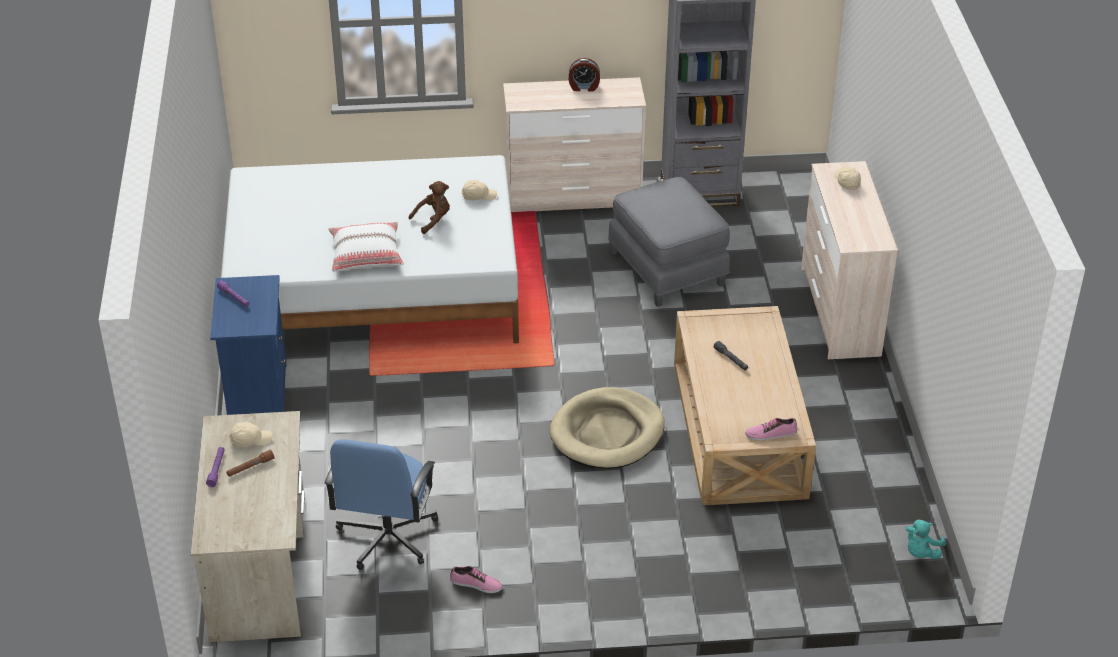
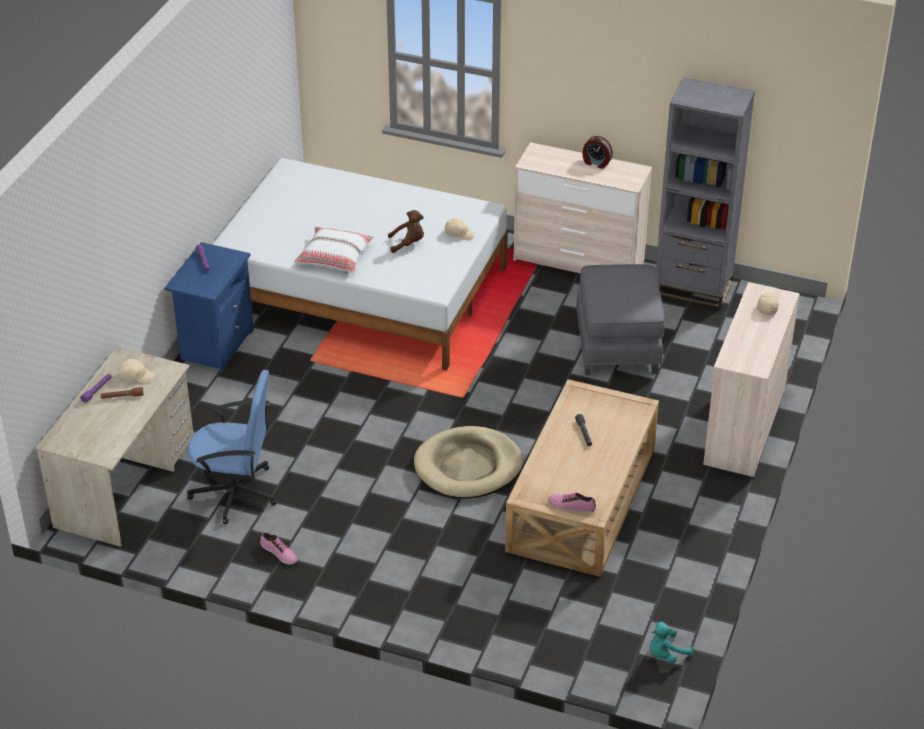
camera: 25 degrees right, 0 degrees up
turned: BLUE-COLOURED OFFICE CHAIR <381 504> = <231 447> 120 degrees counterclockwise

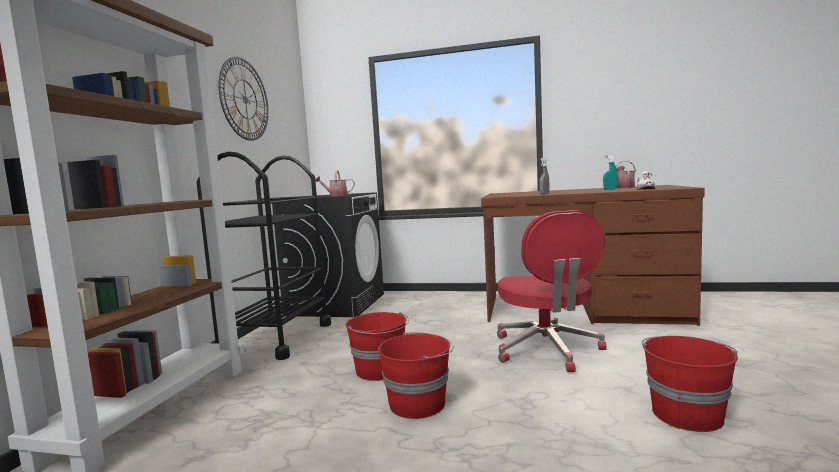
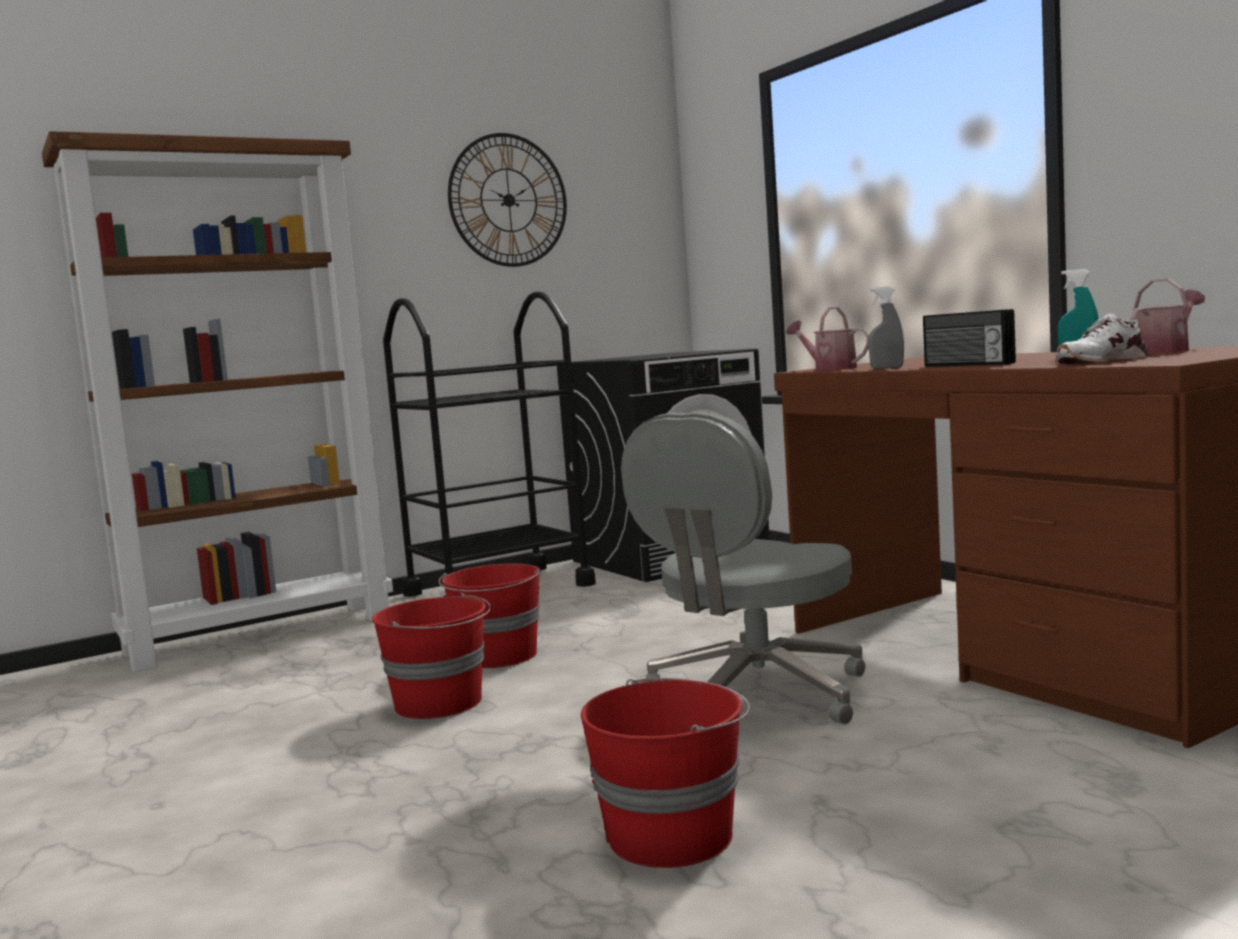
camera: 45 degrees right, 0 degrees up
added: RADIO RECEIVER <969 338>
moved: SPRINKLING CAN <335 183> to <827 338>
recoloured: RED-COLOURED OFFICE CHAIR <551 291> to GREYISH OFFICE CHAIR <743 568>

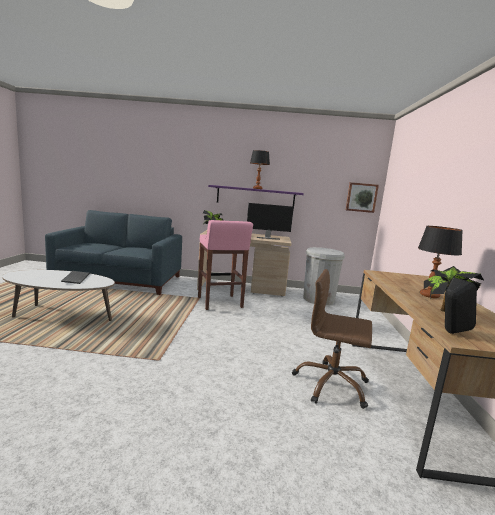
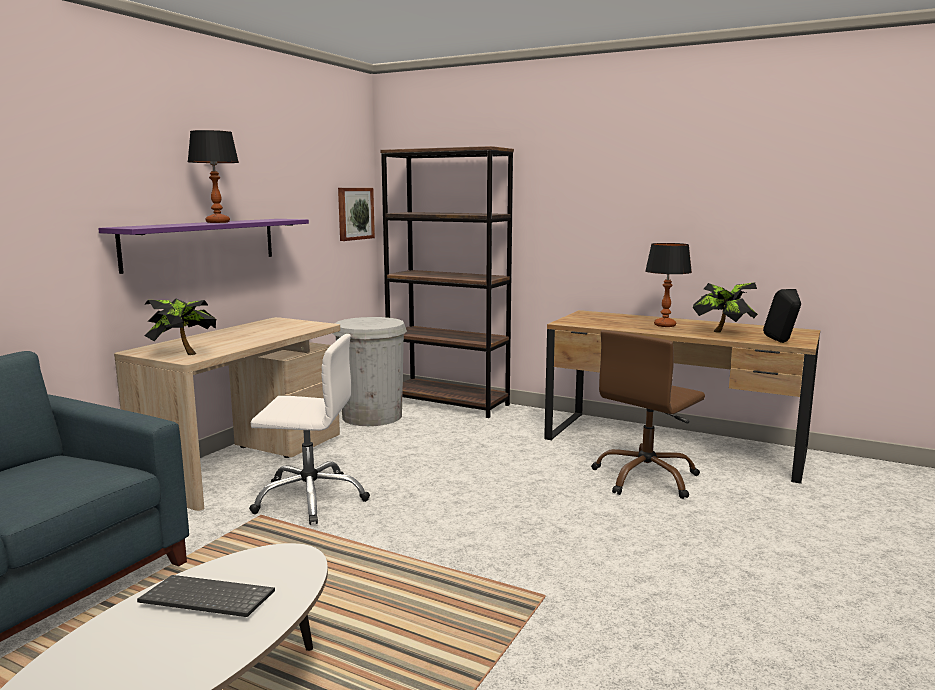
camera: 65 degrees left, 0 degrees up
removed: MONITOR <270 221>
added: BROWN-COLOURED BOOKCASE <447 282>
replaced: PINK-COLOURED STOOL SEAT <225 265> to WHITISH OFFICE CHAIR <309 429>

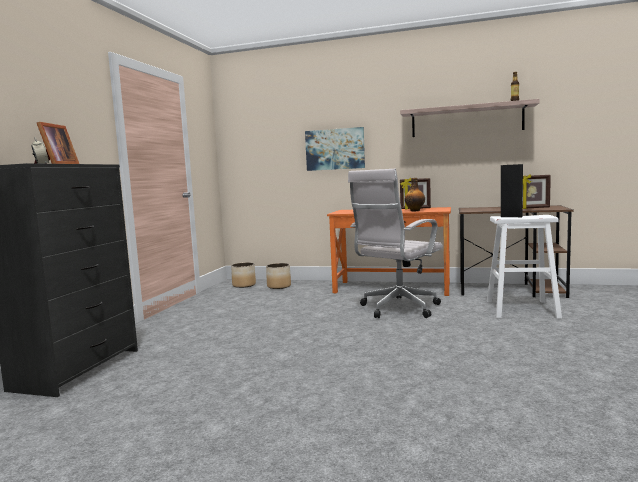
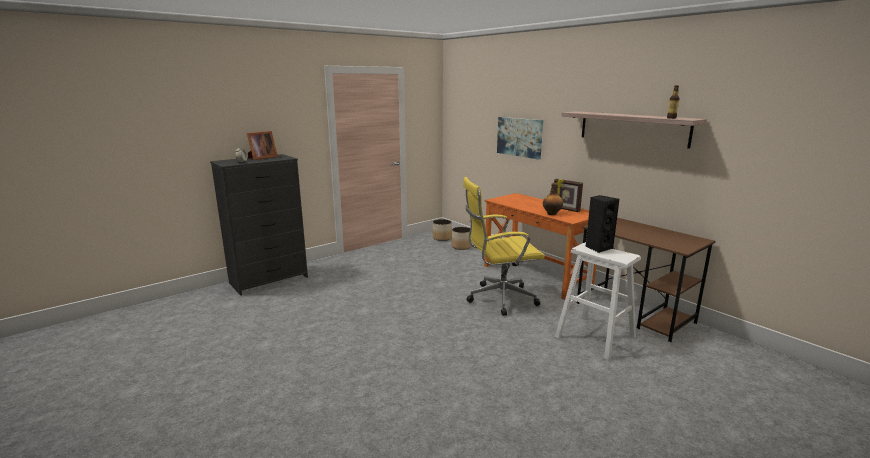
camera: 35 degrees right, 10 degrees up
removed: PHOTO FRAME <536 191>
recoloured: WHITISH OFFICE CHAIR <395 243> to YELLOWISH OFFICE CHAIR <504 246>

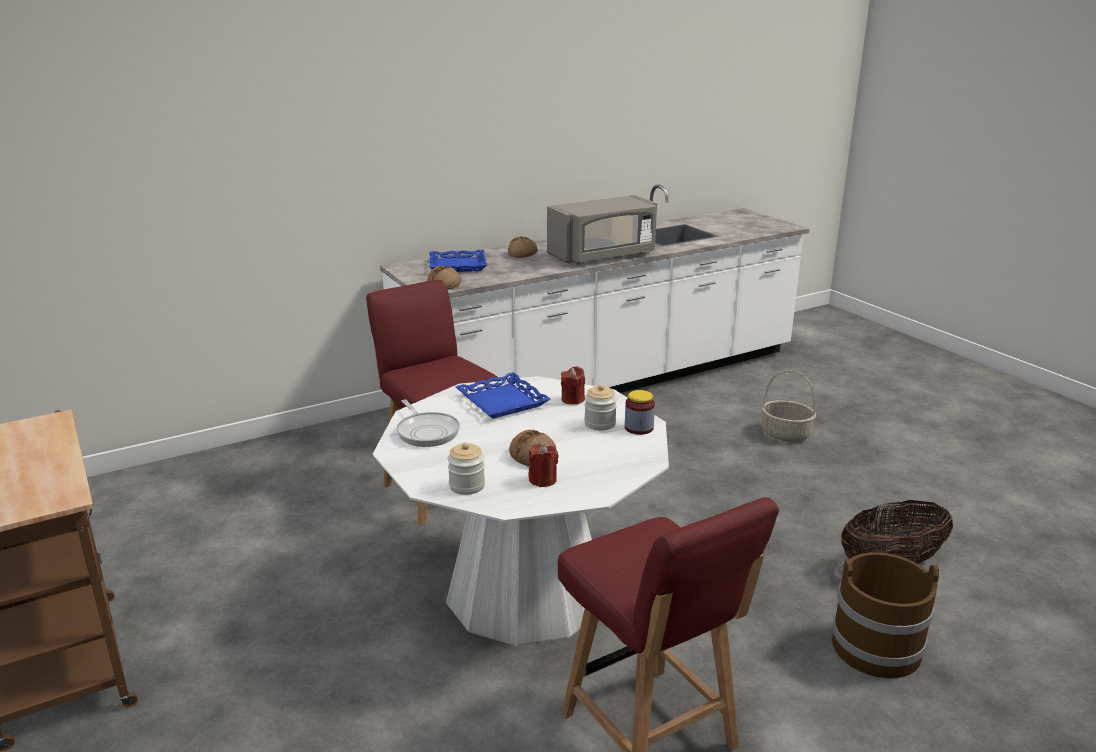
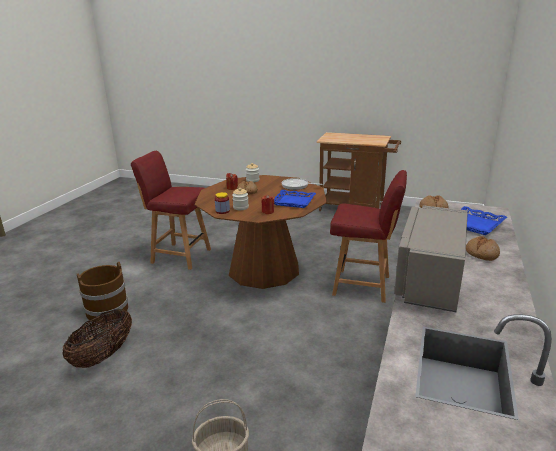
camera: 140 degrees right, 0 degrees up
recoloured: WHITISH KITCHEN TABLE <521 511> to BROWN-COLOURED KITCHEN TABLE <261 232>

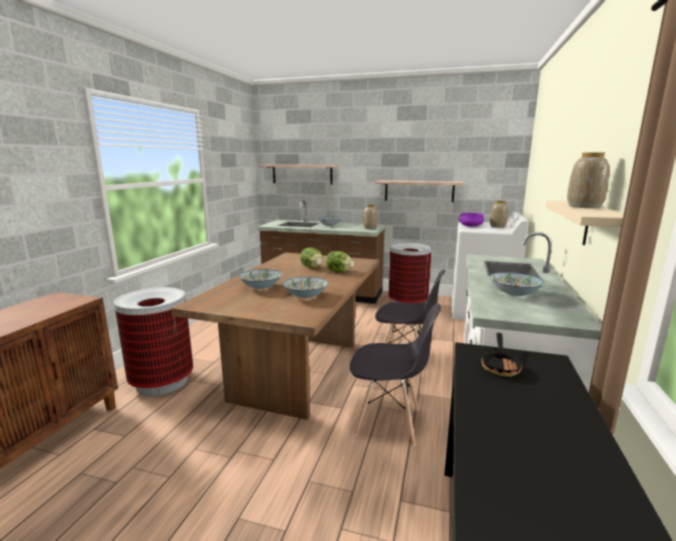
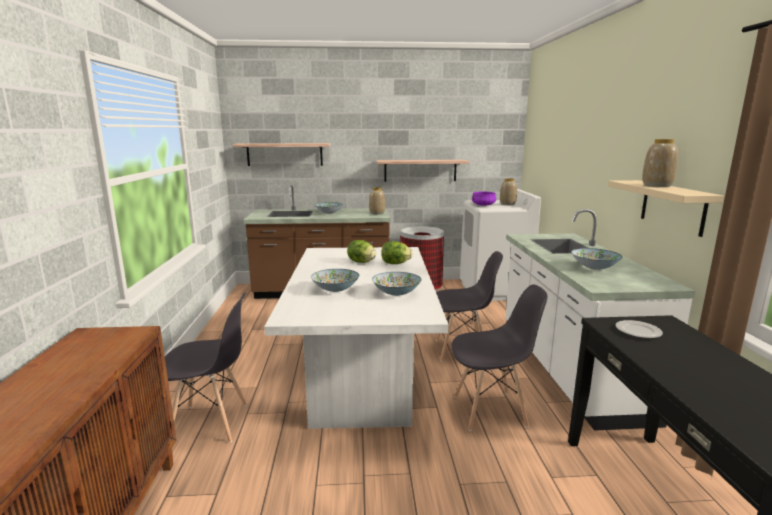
camera: 20 degrees left, 0 degrees up
replaced: WASTE BIN <153 341> to GREYISH PLAIN CHAIR <206 367>; PAN <502 355> to PLATE <639 329>
recoloured: BROWN-COLOURED KITCHEN TABLE <275 336> to WHITISH KITCHEN TABLE <356 338>

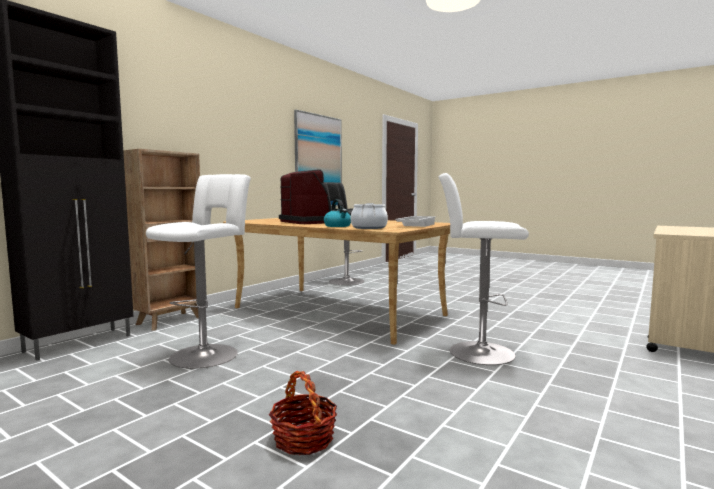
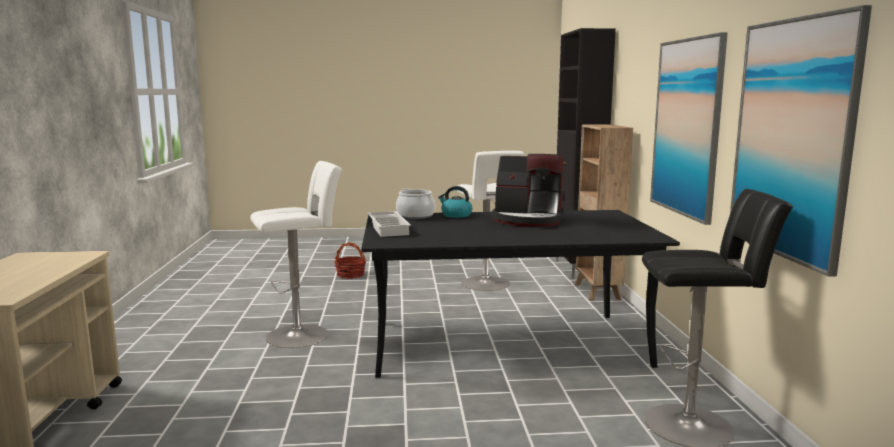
camera: 140 degrees right, 5 degrees up
added: WALL PICTURE <689 128>
recoloured: BEIGE KITCHEN TABLE <336 281> to BLACK-COLOURED KITCHEN TABLE <520 294>

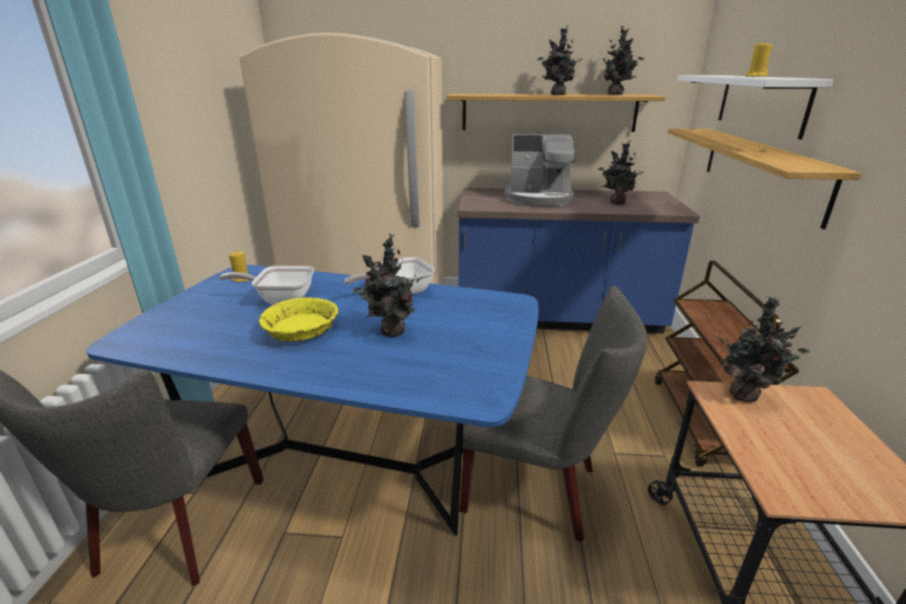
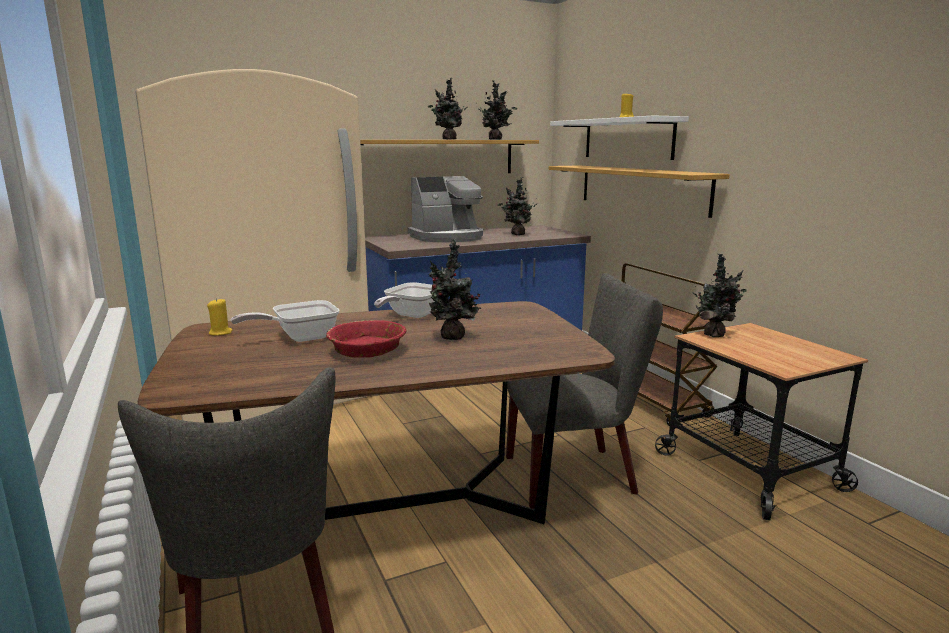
camera: 30 degrees left, 10 degrees down
recoloured: BLUE-COLOURED KITCHEN TABLE <313 400> to BROWN-COLOURED KITCHEN TABLE <376 412>; YELLOWISH BOWL <298 319> to RED-COLOURED BOWL <366 339>

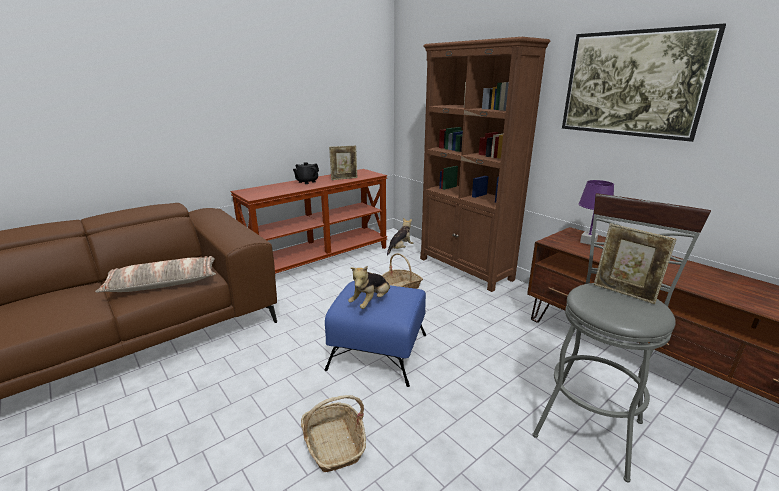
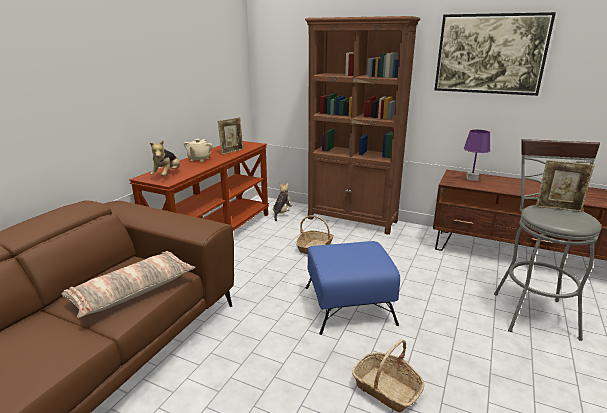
camera: 25 degrees left, 0 degrees up
moved: CUDDLY TOY <369 287> to <165 158>
recoloured: BLACK-COLOURED TEAPOT <306 173> to BEIGE TEAPOT <198 150>

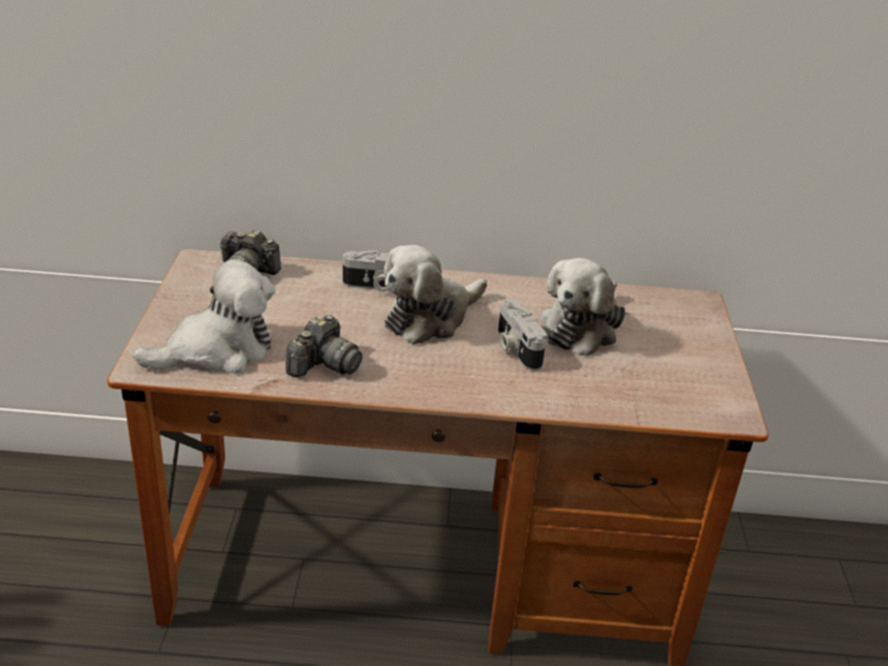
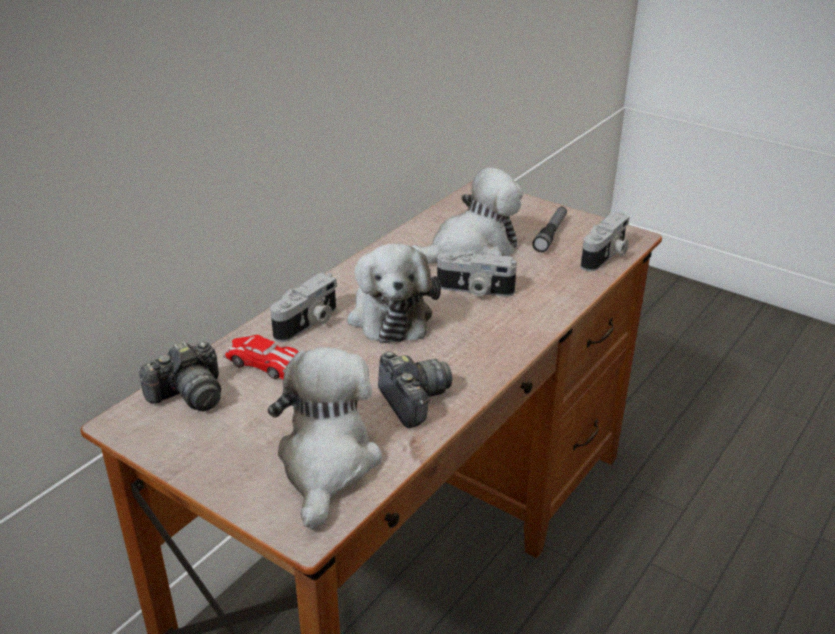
camera: 55 degrees left, 0 degrees up
added: TORCH <549 229>; STILL CAMERA <605 241>; MINIATURE CAR <261 357>
turned: CUDDLY TOY <583 307> = <467 215> 90 degrees counterclockwise

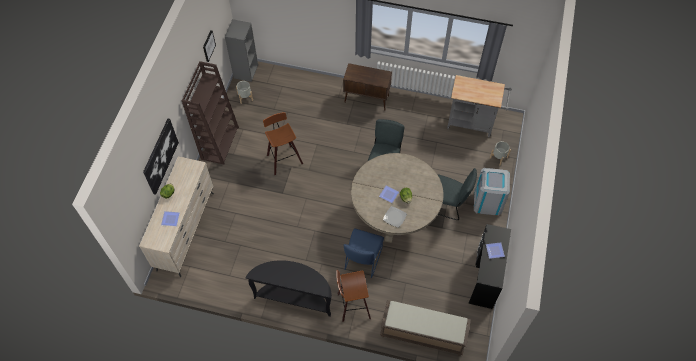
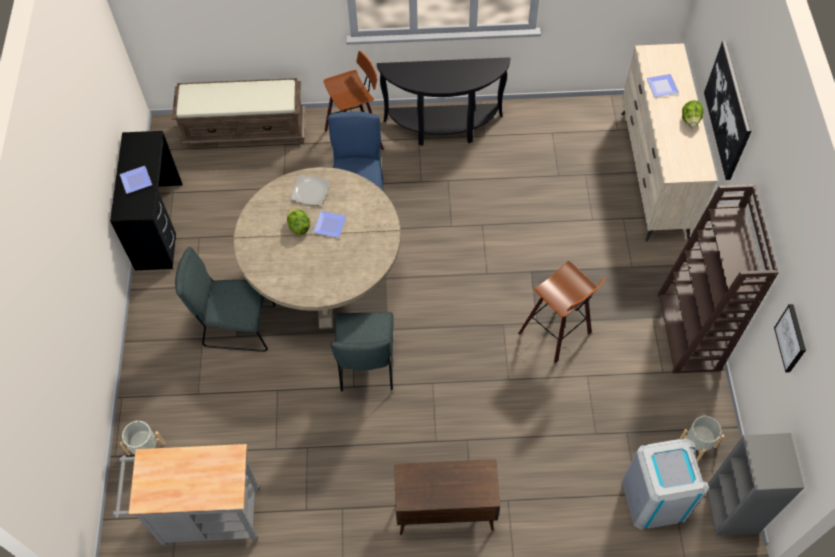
camera: 165 degrees right, 0 degrees up
moved: GREYISH WASTE BIN <492 192> to <665 484>

